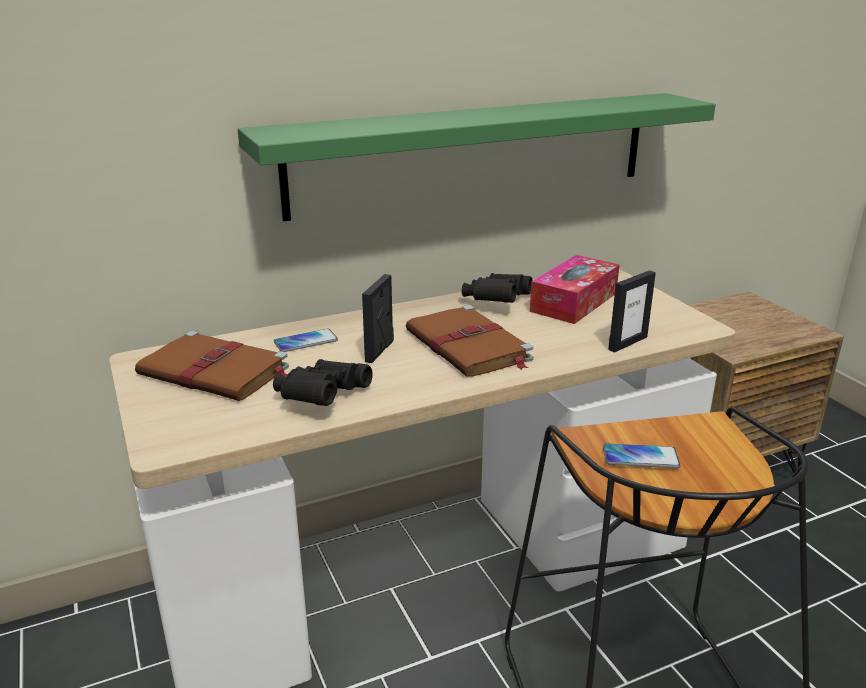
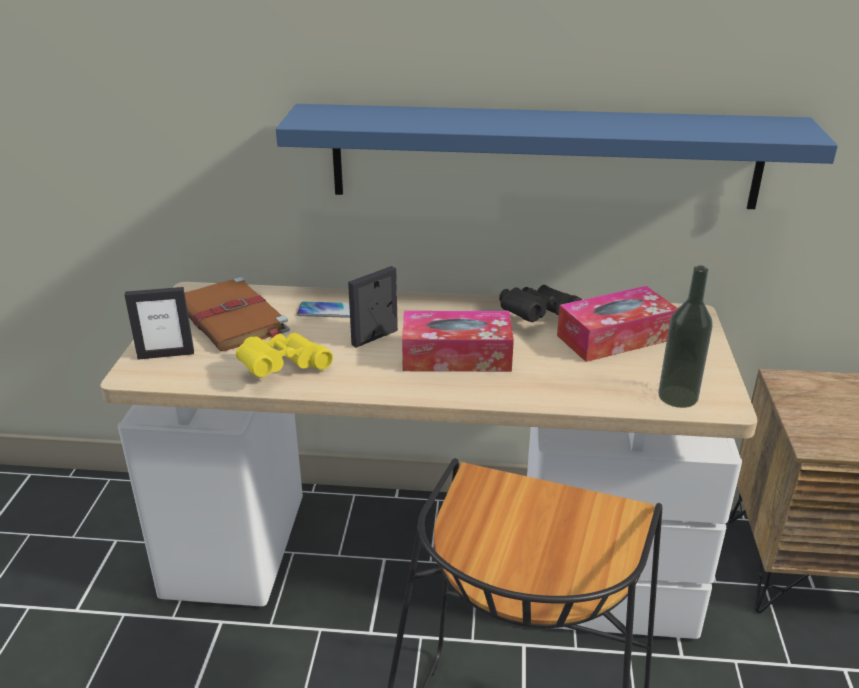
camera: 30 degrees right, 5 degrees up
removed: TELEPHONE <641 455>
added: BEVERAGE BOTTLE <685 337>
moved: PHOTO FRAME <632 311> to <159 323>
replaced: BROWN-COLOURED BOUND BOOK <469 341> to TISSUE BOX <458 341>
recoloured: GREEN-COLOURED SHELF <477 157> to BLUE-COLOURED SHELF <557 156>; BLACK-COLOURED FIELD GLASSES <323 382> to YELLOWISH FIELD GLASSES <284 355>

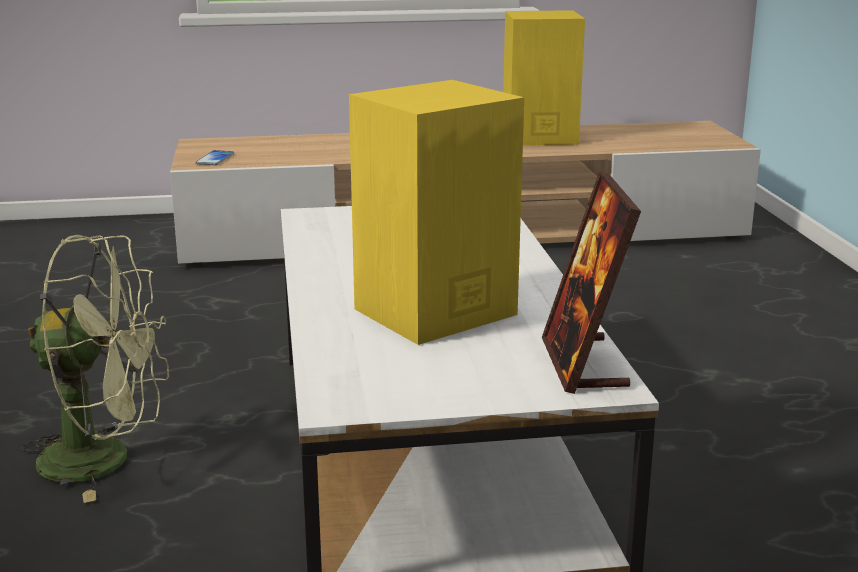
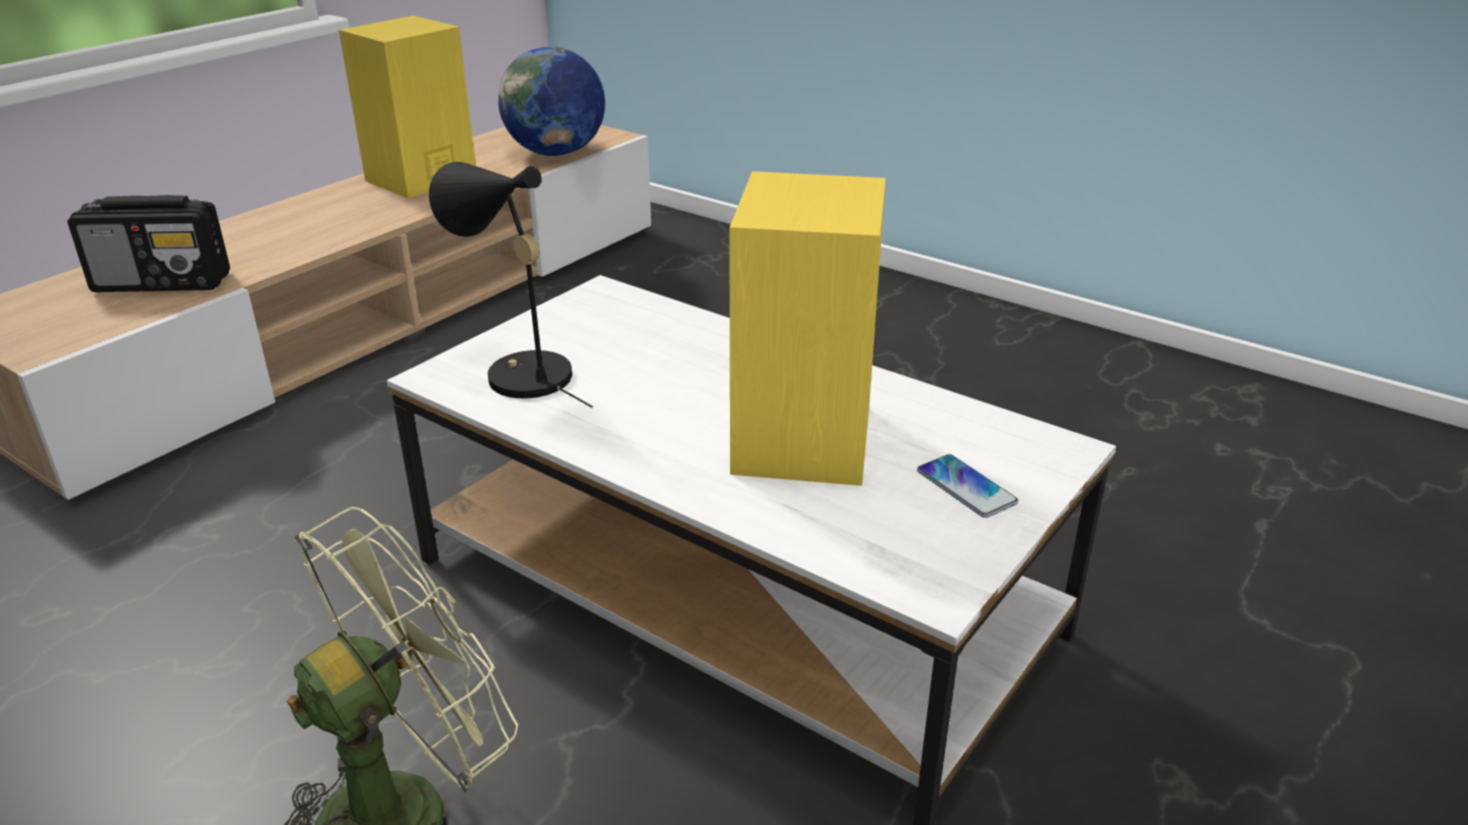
camera: 45 degrees left, 10 degrees up
removed: PHOTO FRAME <591 282>
added: GLOBE <551 101>; BLACK-COLOURED LAMP FOR A TABLE <511 285>; RADIO RECEIVER <149 243>
moved: TELEPHONE <215 157> to <967 486>

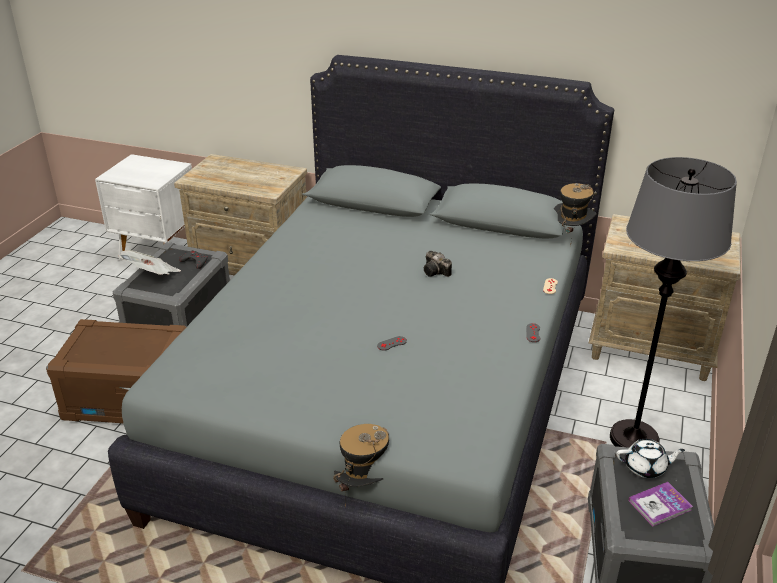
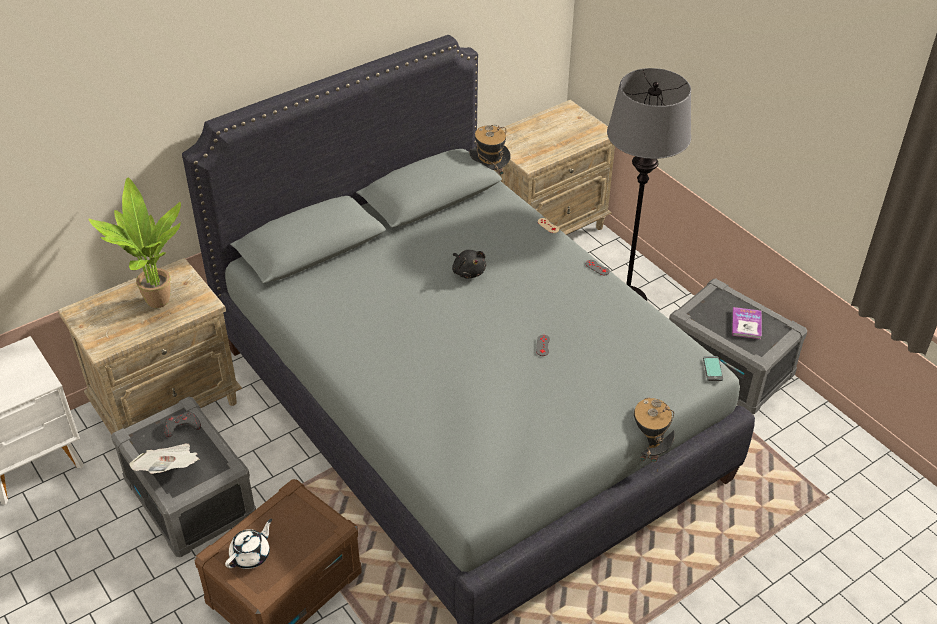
camera: 55 degrees left, 10 degrees up
added: HOUSEPLANT <135 242>; TELEPHONE <713 368>
moved: WHITISH TEAPOT <650 458> to <248 544>
replaced: STILL CAMERA <438 264> to BLACK-COLOURED CUDDLY TOY <469 264>

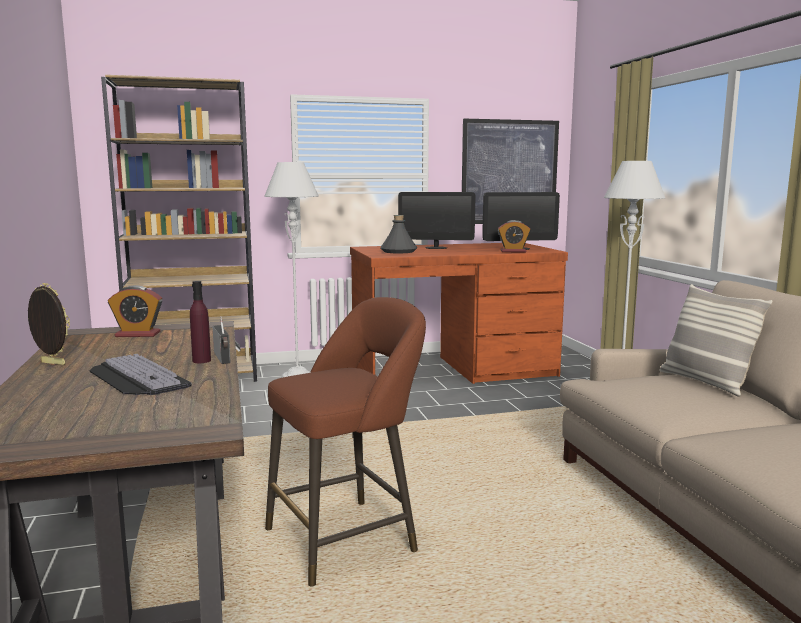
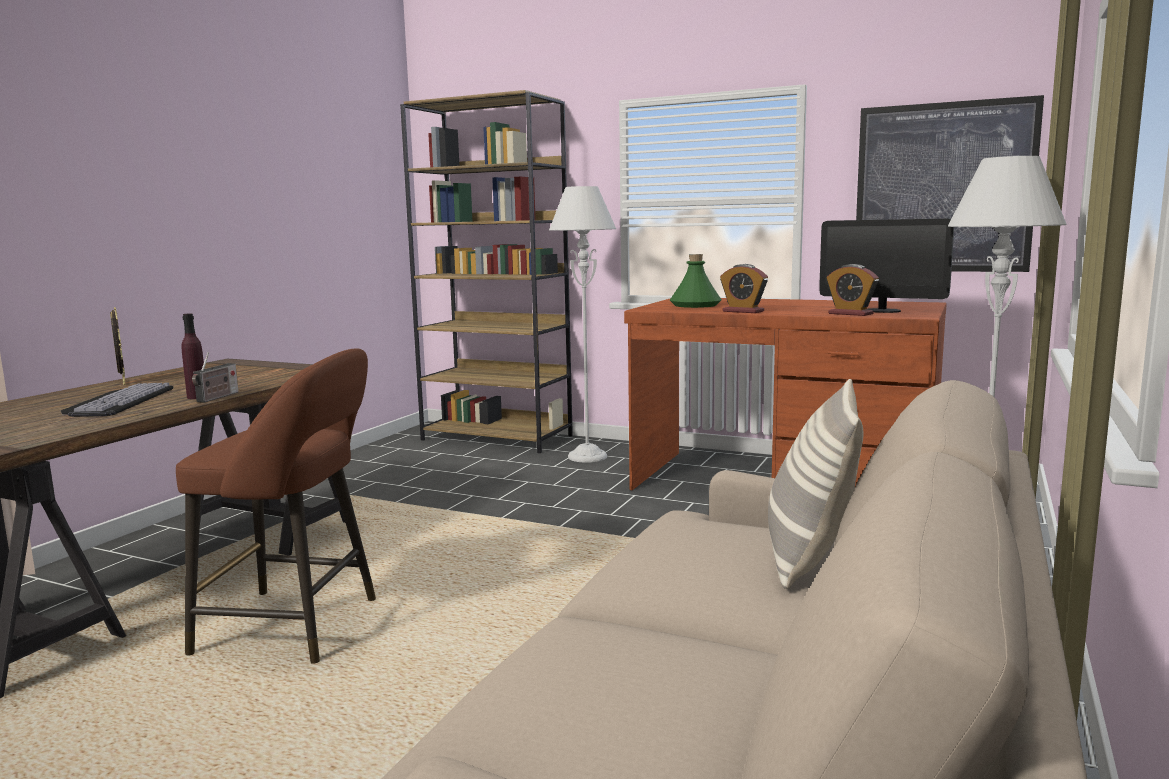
camera: 40 degrees right, 0 degrees up
removed: MONITOR <437 220>
moved: BEDSIDE CLOCK <135 311> to <744 288>
recoloured: GREYISH BEVERAGE BOTTLE <398 234> to GREEN-COLOURED BEVERAGE BOTTLE <696 281>

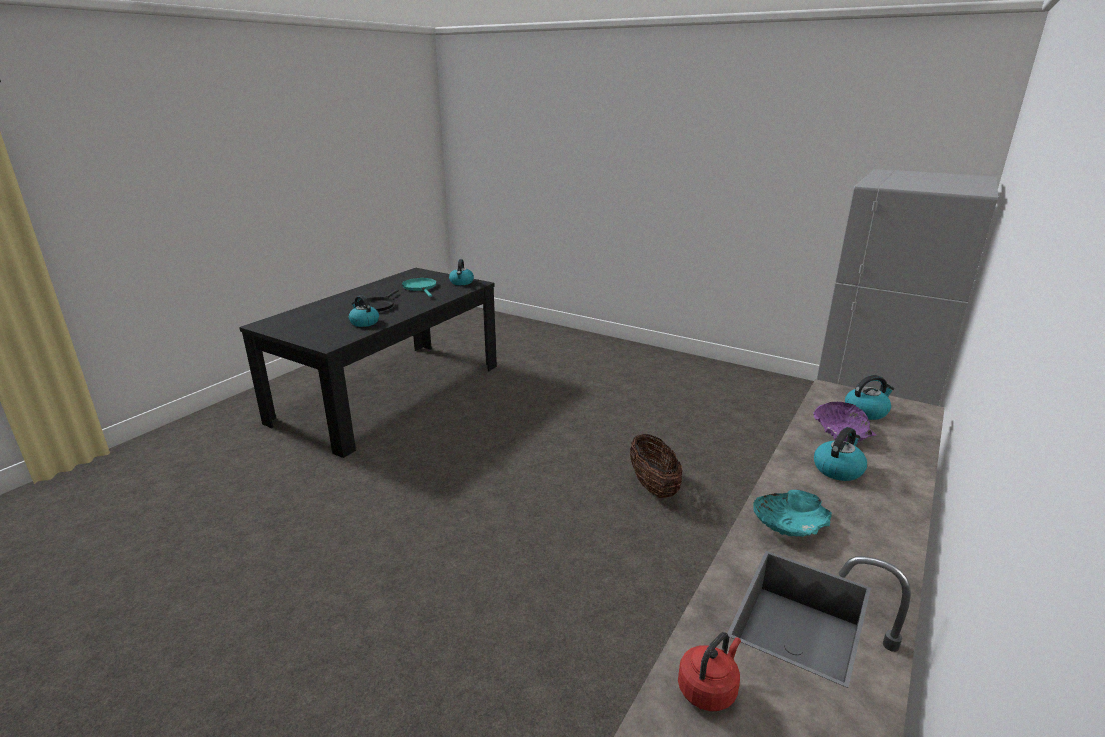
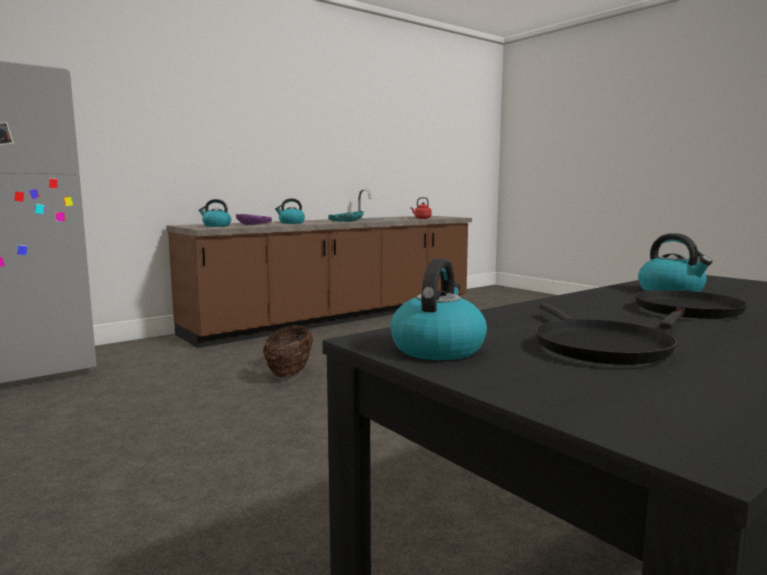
camera: 160 degrees left, 15 degrees down
recoloured: TURQUOISE PAN <419 287> to BLACK-COLOURED PAN <606 334>

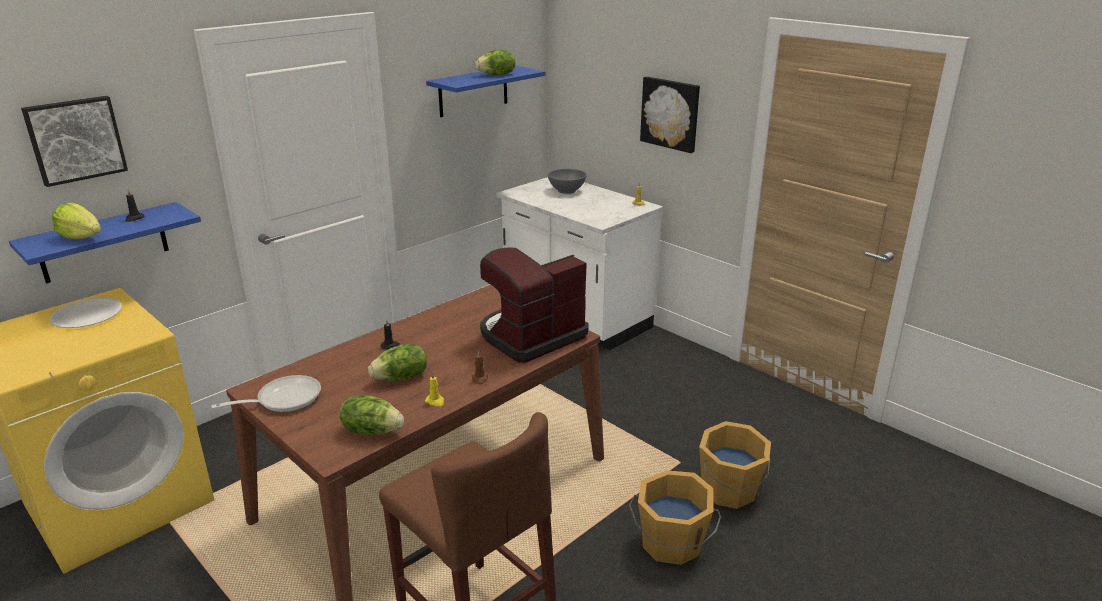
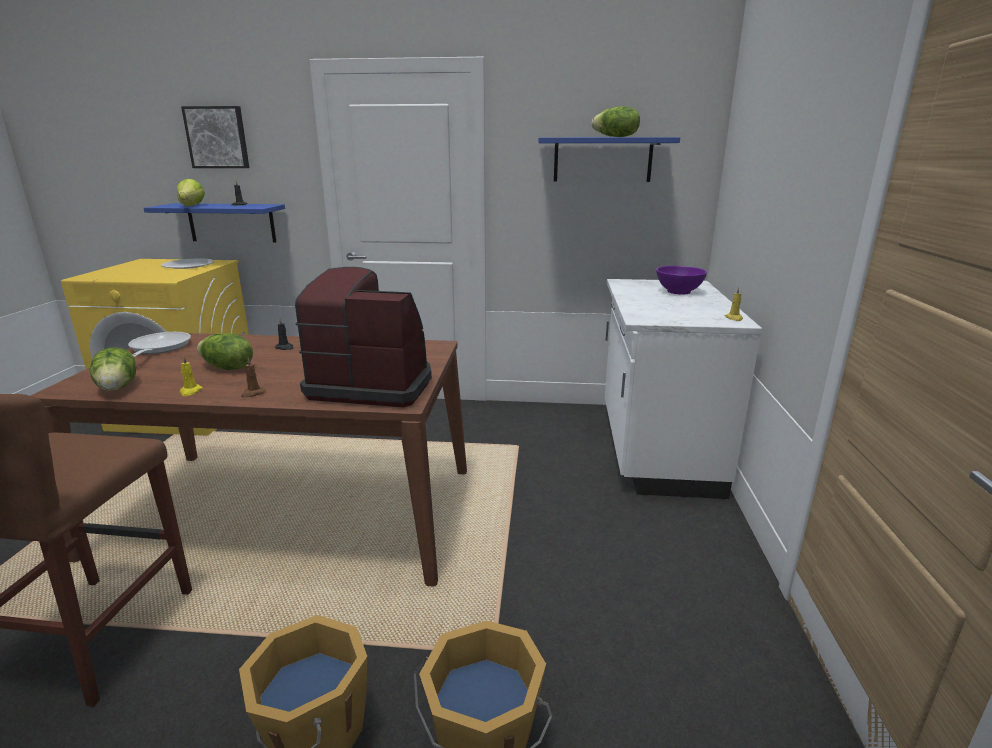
camera: 50 degrees right, 5 degrees down
removed: WALL PICTURE <670 115>
recoloured: GREYISH BOWL <567 181> to PURPLE BOWL <681 280>
turned: PAN <266 393> = <159 344> 120 degrees counterclockwise

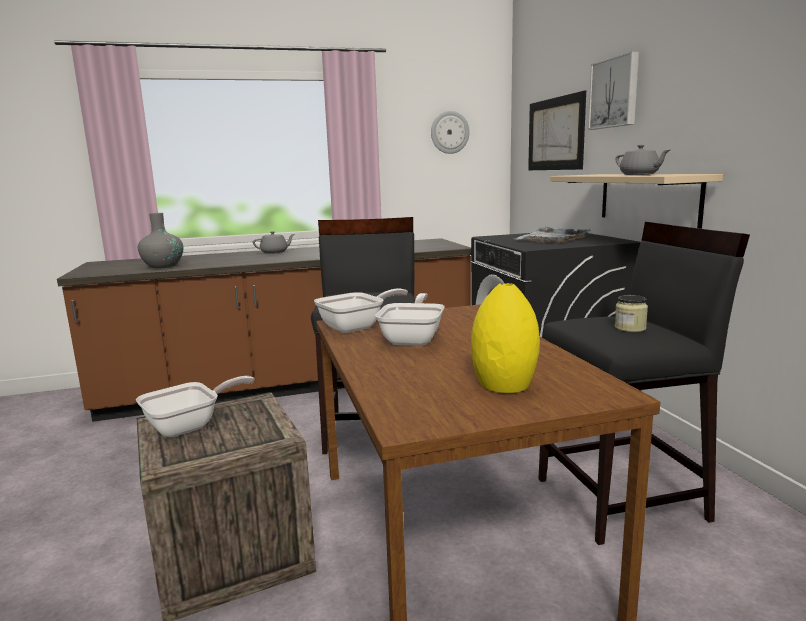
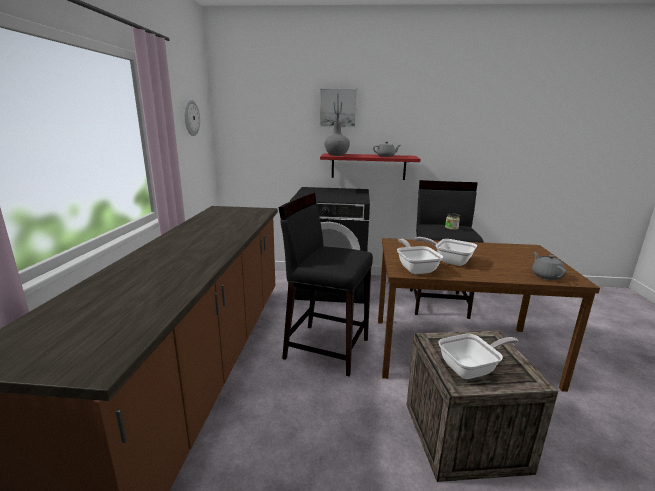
camera: 70 degrees left, 5 degrees up
removed: WALL PICTURE <557 130>; GREYISH CARRYING TRAY <552 235>; YELLOWISH FLOWER VASE <505 338>
moved: GREYISH FLOWER VASE <160 240> to <337 139>; GREYISH TEAPOT <274 242> to <549 266>
recoloured: BEIGE SHELF <636 201> to RED-COLOURED SHELF <370 166>
turned: PAN <195 406> = <479 356> 90 degrees clockwise

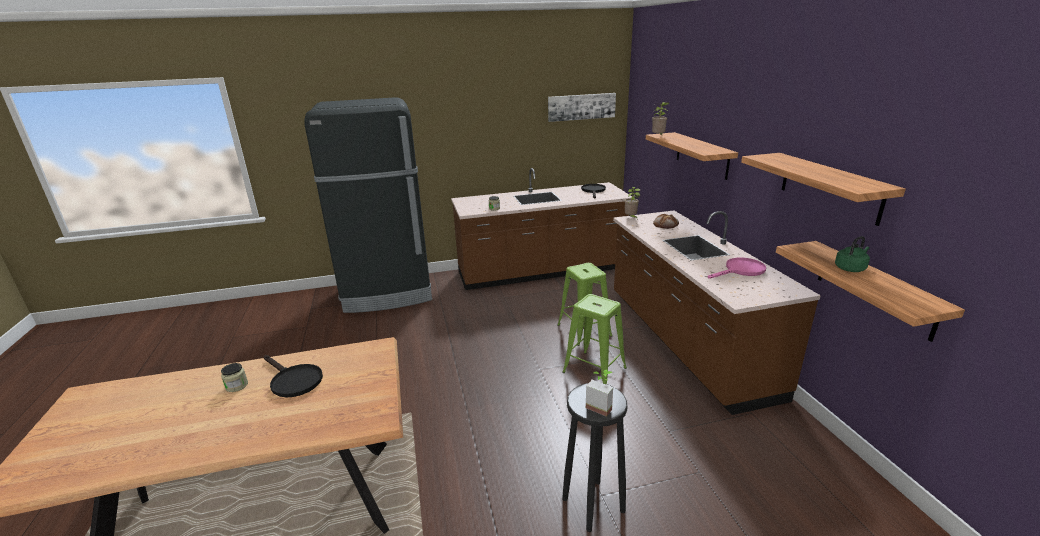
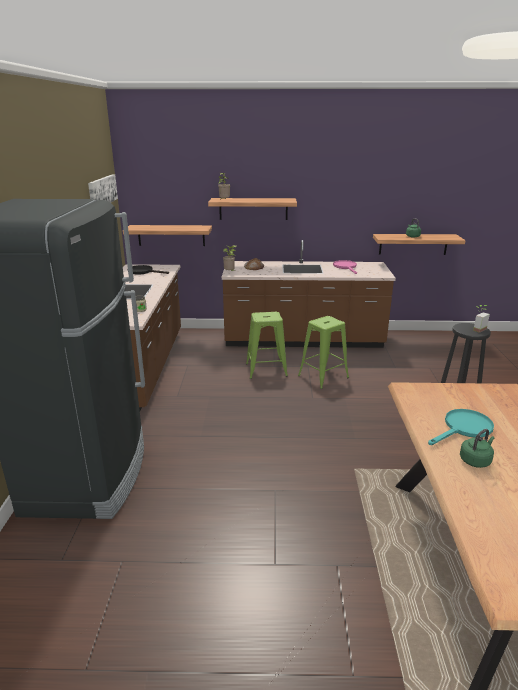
camera: 75 degrees left, 0 degrees up
moved: SHELF <823 189> to <167 235>
replaced: STORAGE JAR <234 377> to GREEN-COLOURED TEA KETTLE <477 448>
recoloured: BLACK-COLOURED PAN <293 376> to TURQUOISE PAN <461 427>

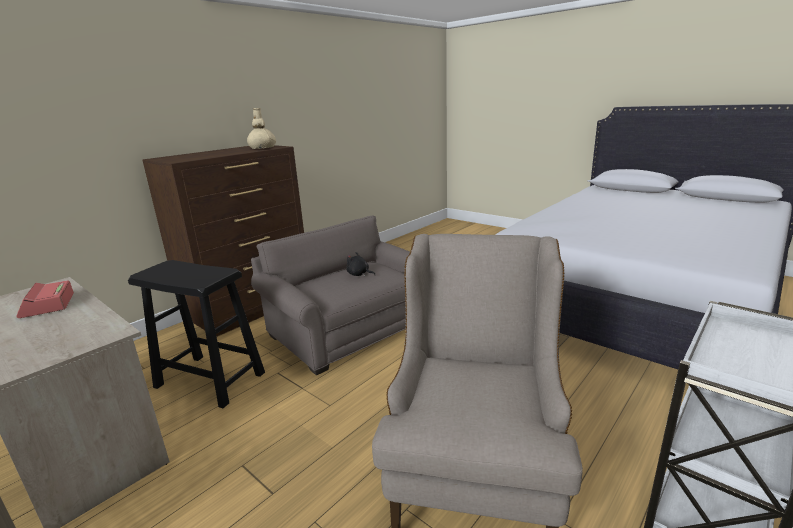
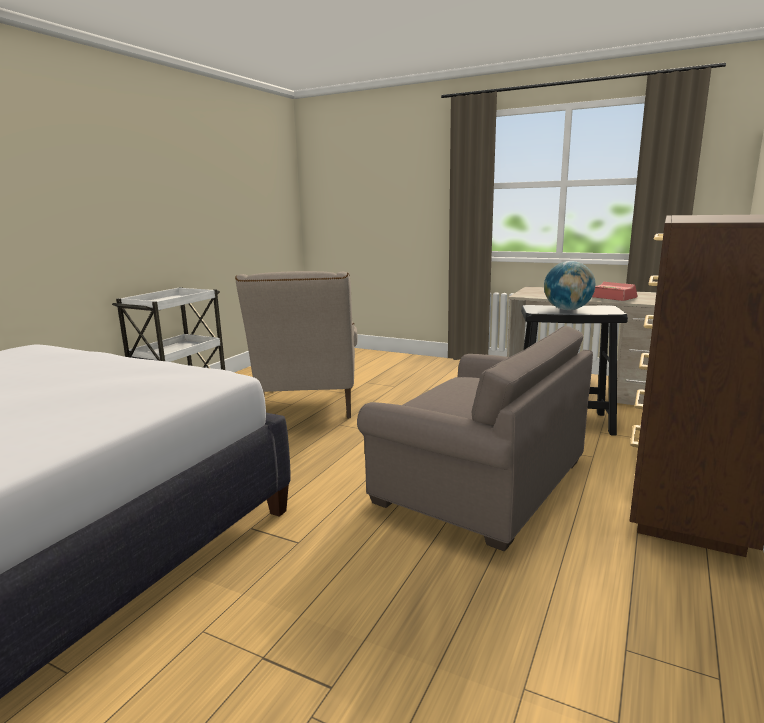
camera: 165 degrees right, 5 degrees down
removed: BEIGE FLOWER VASE <261 128>; BLACK-COLOURED CUDDLY TOY <360 264>
added: GLOBE <569 285>

